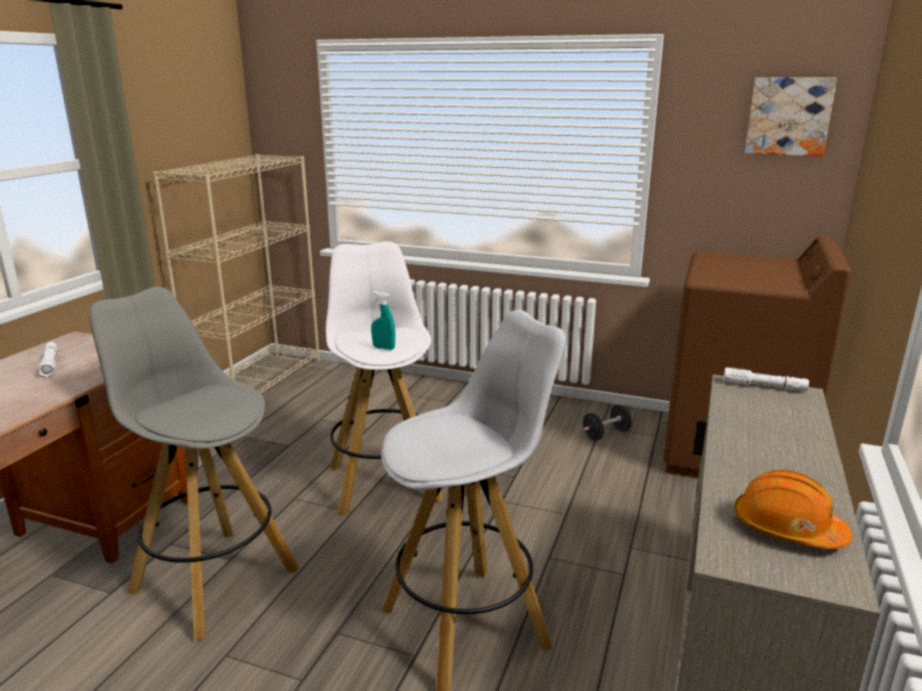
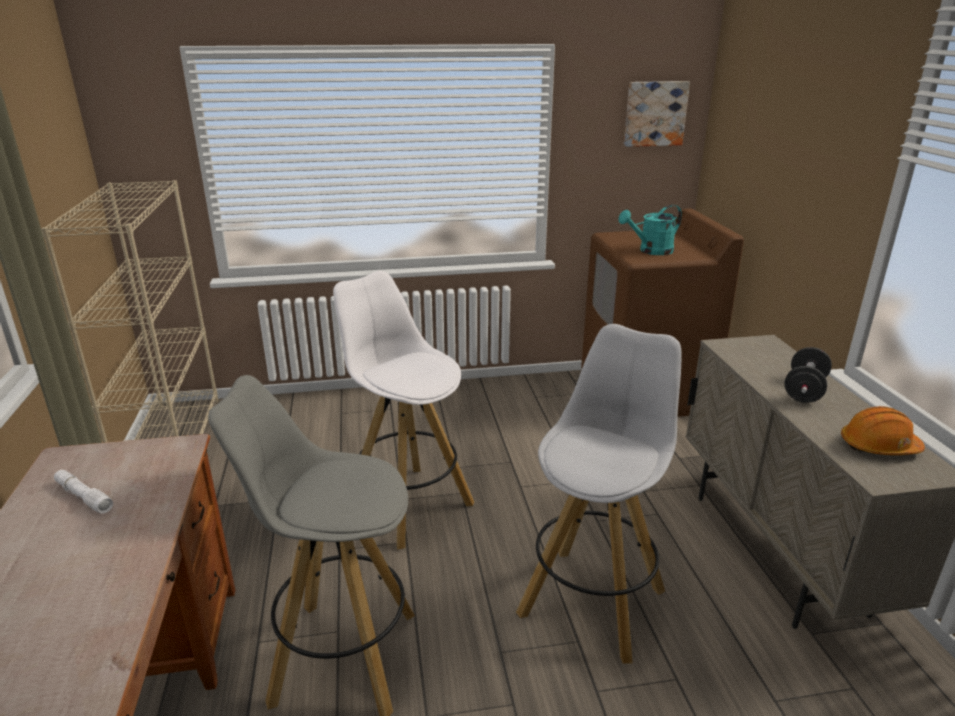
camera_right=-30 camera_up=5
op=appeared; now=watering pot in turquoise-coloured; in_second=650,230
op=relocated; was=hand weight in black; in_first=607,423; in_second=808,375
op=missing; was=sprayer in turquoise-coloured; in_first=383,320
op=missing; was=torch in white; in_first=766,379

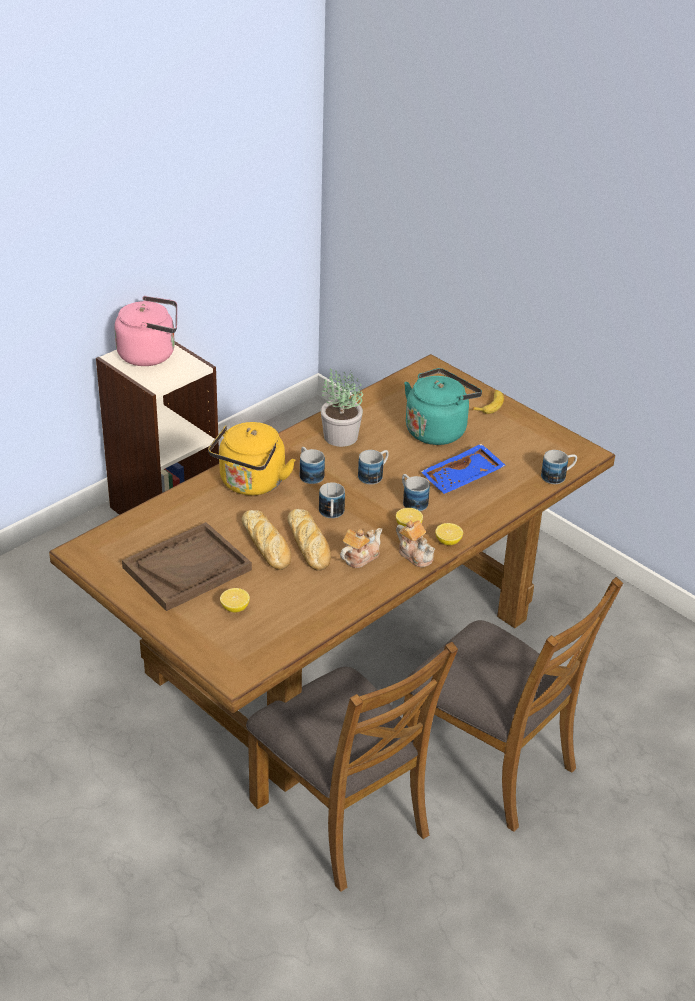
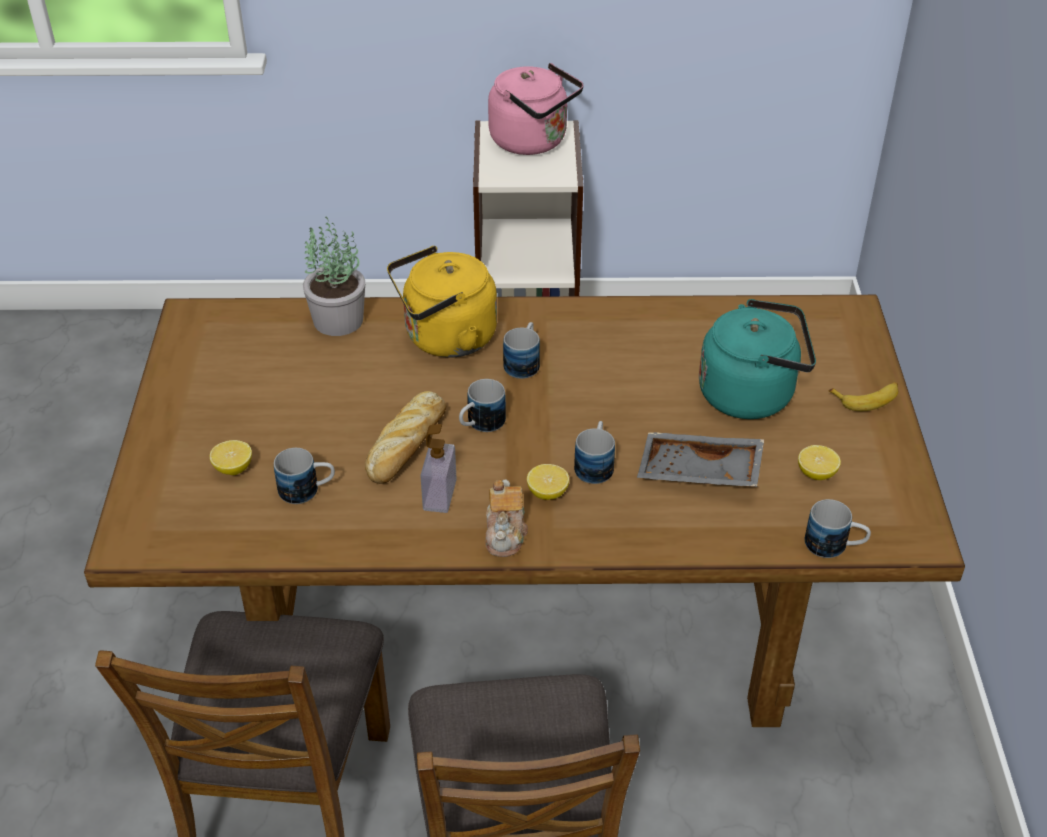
camera_right=45 camera_up=5
op=relocated; was=tea mug; in_first=373,467; in_second=304,476
op=relocated; was=potted plant; in_first=342,407; in_second=334,276
op=exchanged; was=teapot; now=liquid soap bottle; in_first=361,548; in_second=438,468
op=colour; was=carrying tray in blue-coloured; now=carrying tray in grey; in_first=463,469; in_second=700,459
op=relocated; was=whole lemon; in_first=449,534; in_second=819,462
op=missing; was=carrying tray in brown; in_first=187,566
op=missing; was=bread; in_first=266,540

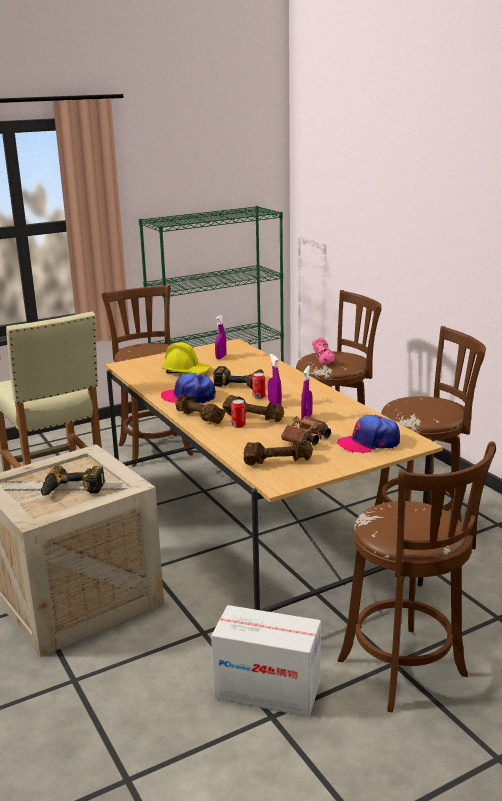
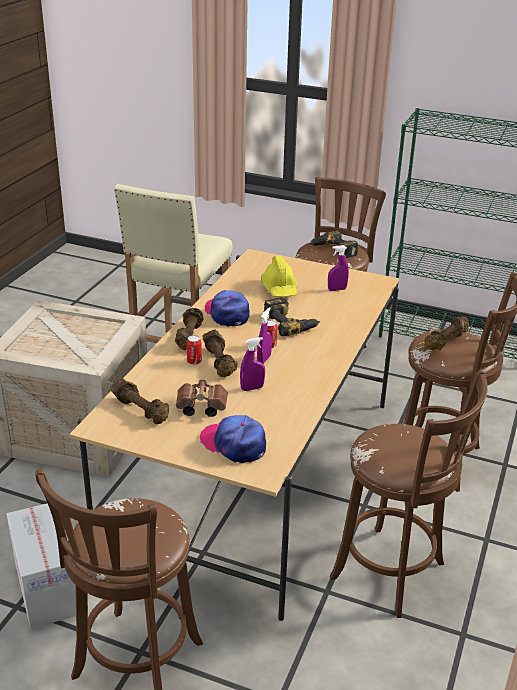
camera_right=50 camera_up=10
op=relocated; was=power drill; in_first=73,480; in_second=333,244
op=colour; was=hand weight in pink-coloured; now=hand weight in brown; in_first=323,351; in_second=446,333

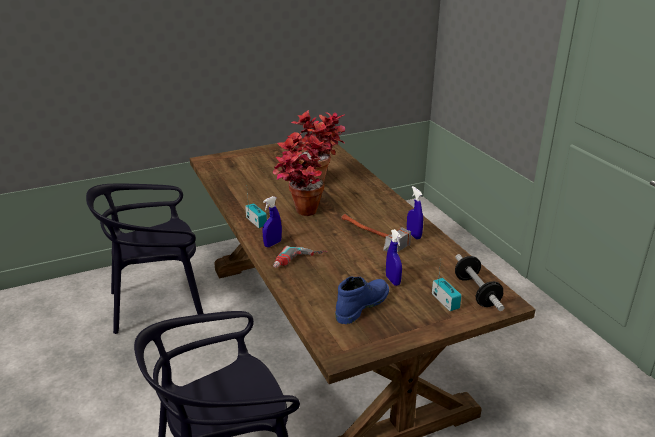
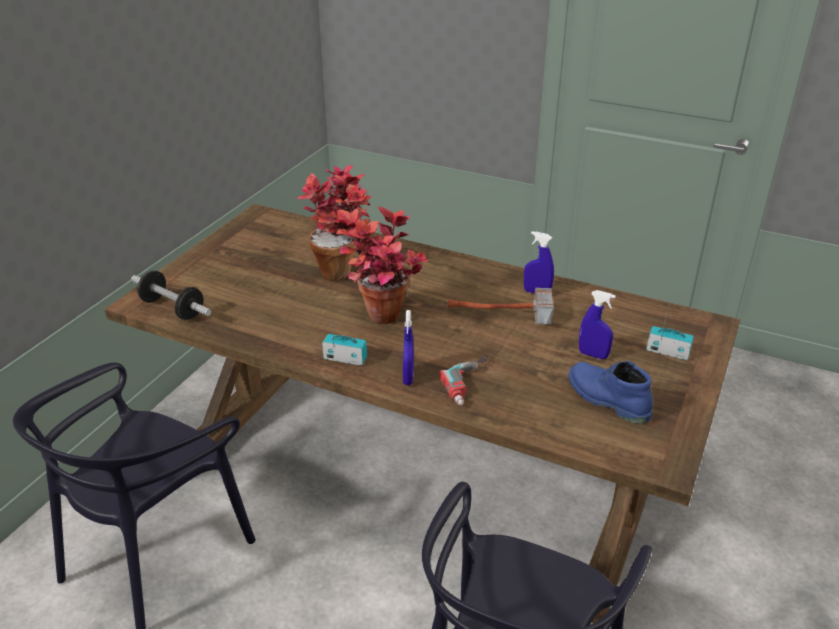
camera_right=-40 camera_up=5
op=relocated; was=hand weight; in_first=479,282; in_second=171,295
op=spun; was=tall boot in blue-coloured; in_first=362,300; in_second=611,392; clockwise=-45

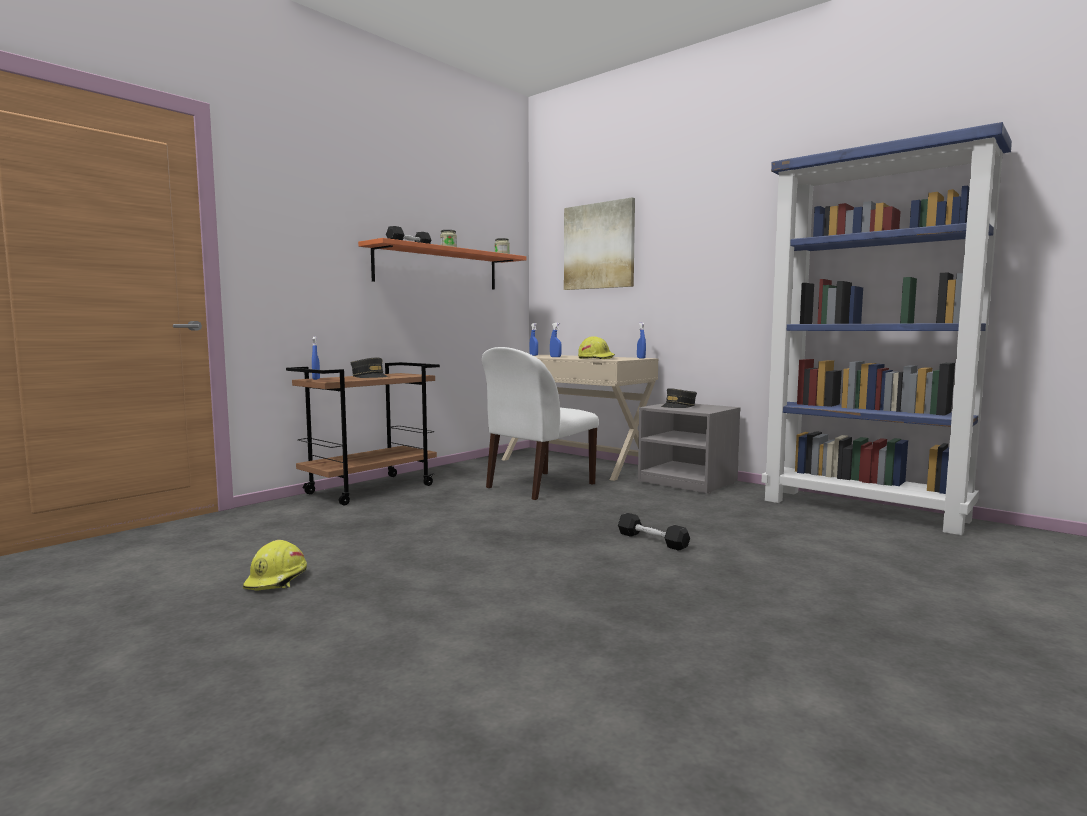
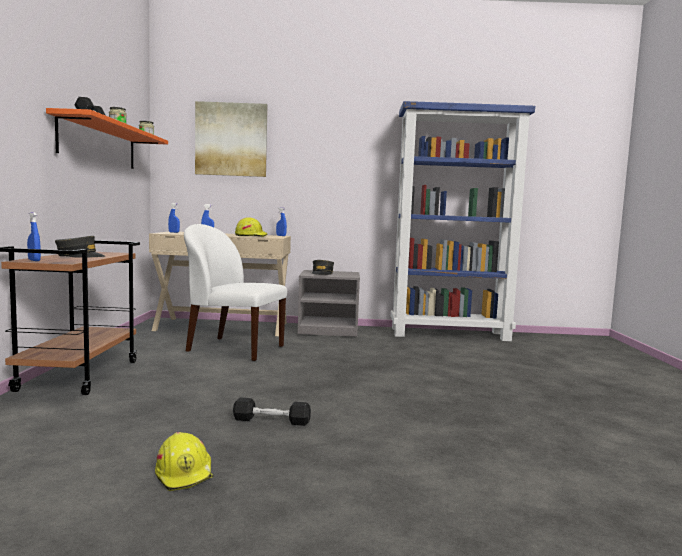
camera_right=-40 camera_up=0
op=spun; was=upright chair in white; in_first=540,423; in_second=235,292; clockwise=105
op=relocated; was=hand weight in black; in_first=654,532; in_second=272,411

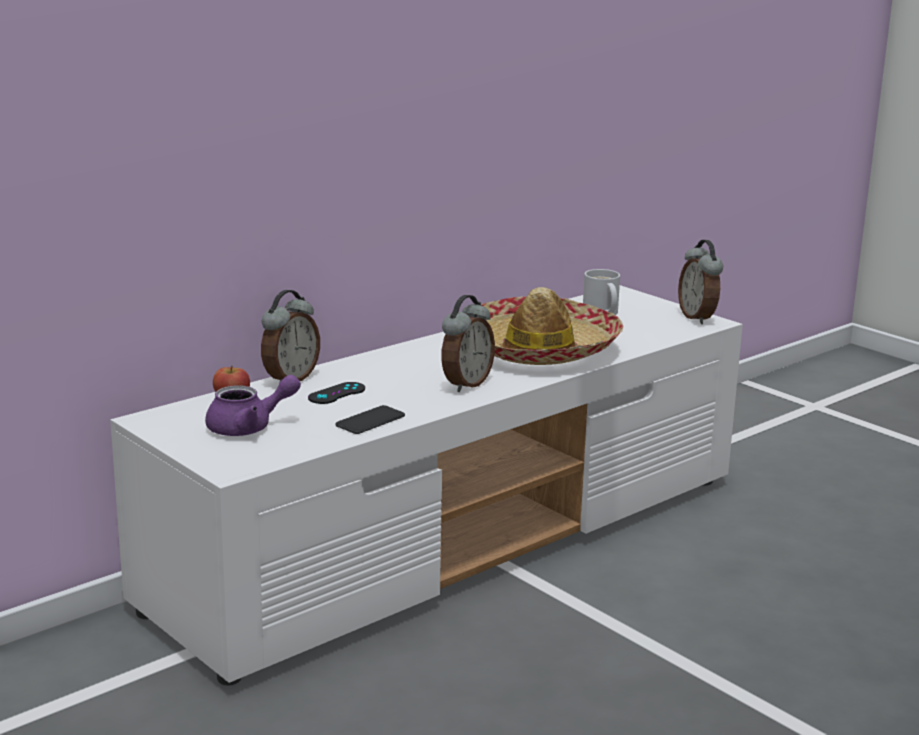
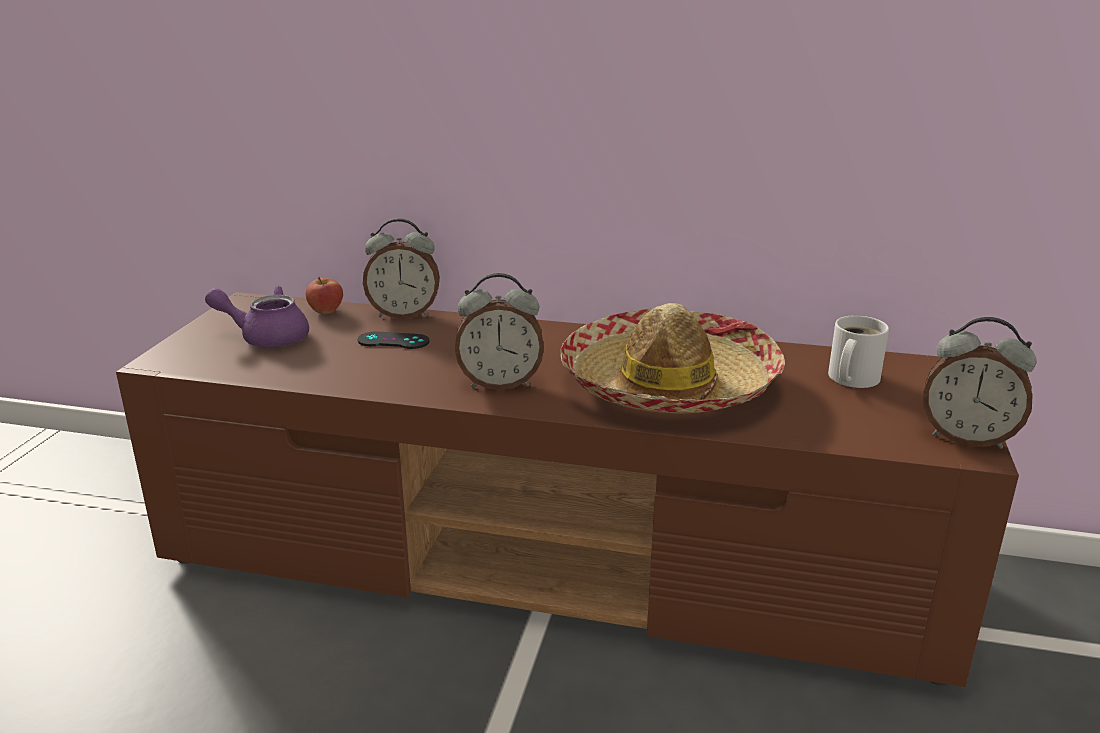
camera_right=55 camera_up=5
op=colour; was=media console in white; now=media console in brown; in_first=426,485; in_second=567,489
op=spun; was=teapot in purple; in_first=253,405; in_second=257,316; clockwise=150
op=spun; was=bedside clock; in_first=700,282; in_second=980,383; clockwise=-105
op=missing; was=phone; in_first=370,419

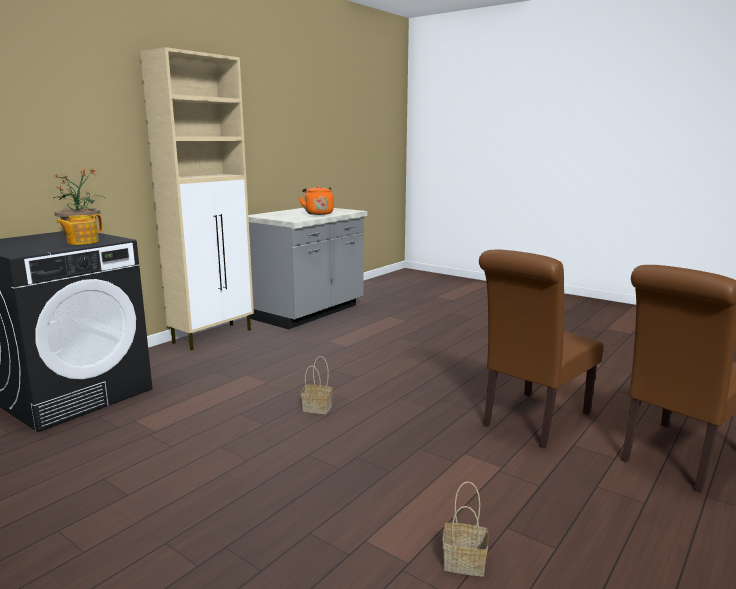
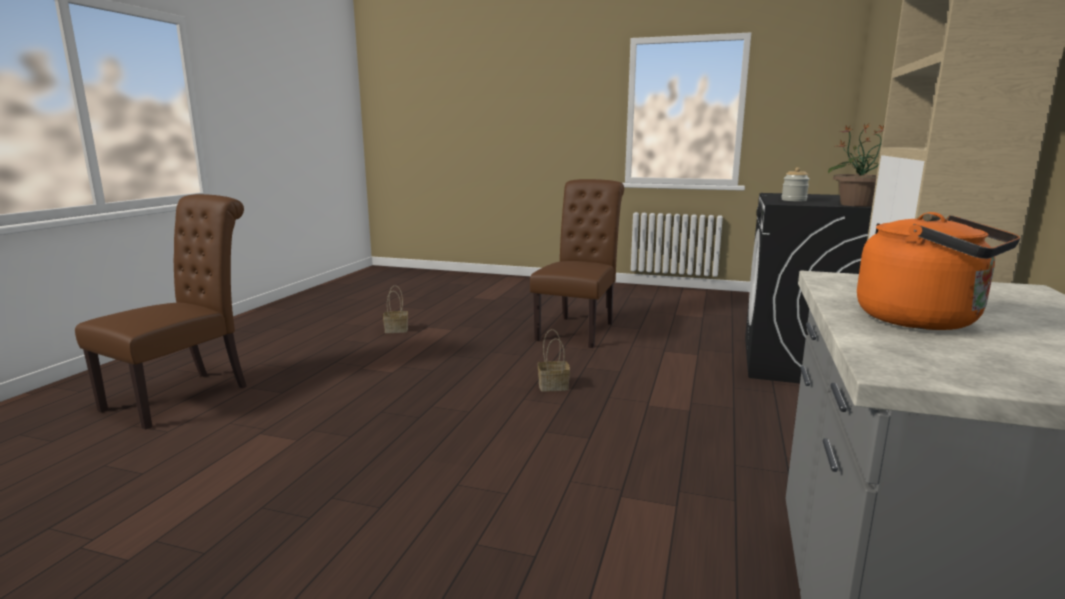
camera_right=160 camera_up=0
op=relocated; was=upright chair in brown; in_first=541,349; in_second=577,263
op=exchanged; was=teapot; now=preserve jar; in_first=79,229; in_second=795,184

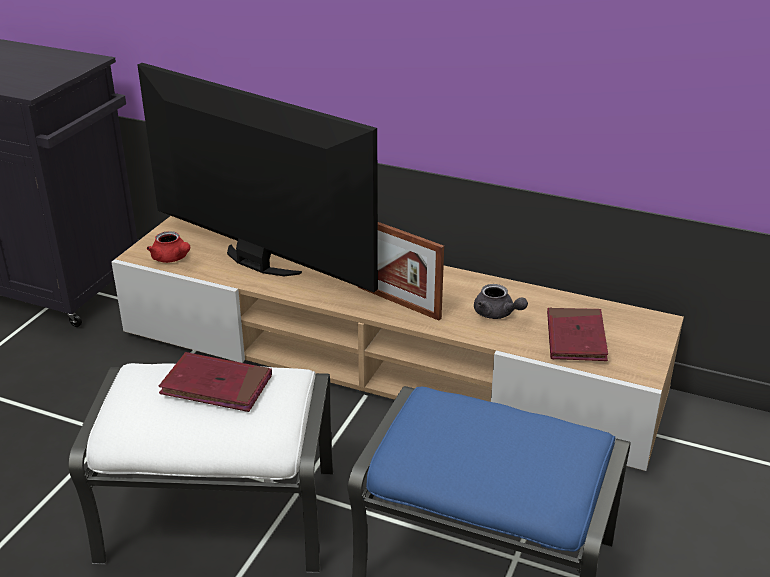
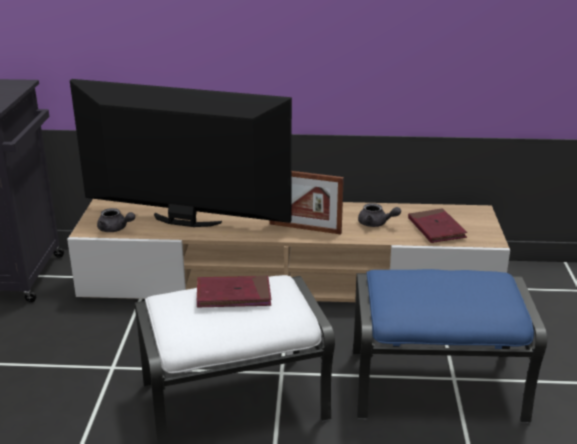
camera_right=-20 camera_up=-5
op=colour; was=teapot in reddish; now=teapot in grey; in_first=168,247; in_second=116,220

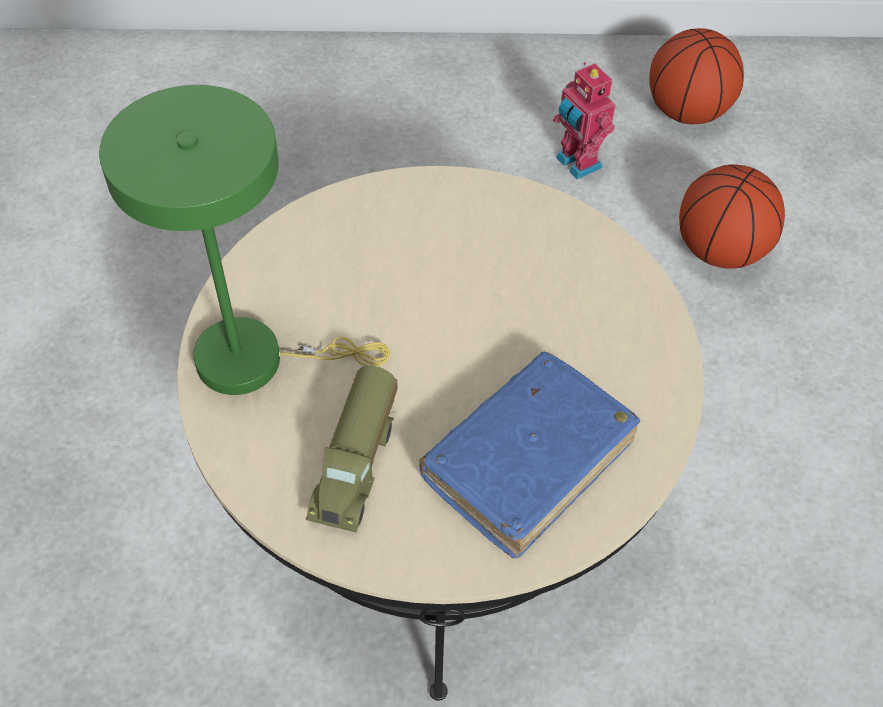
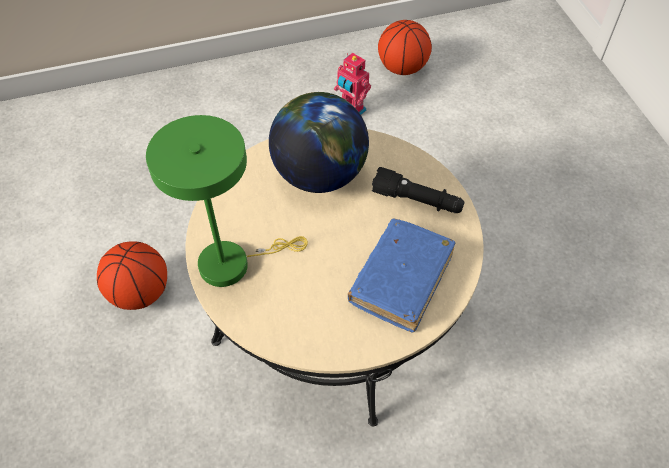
camera_right=-15 camera_up=0
op=relocated; was=basketball ball; in_first=732,217; in_second=132,275
op=appeared; now=globe; in_second=319,142
op=appeared; now=torch in black; in_second=418,190
op=missing; was=toy lorry; in_first=352,449

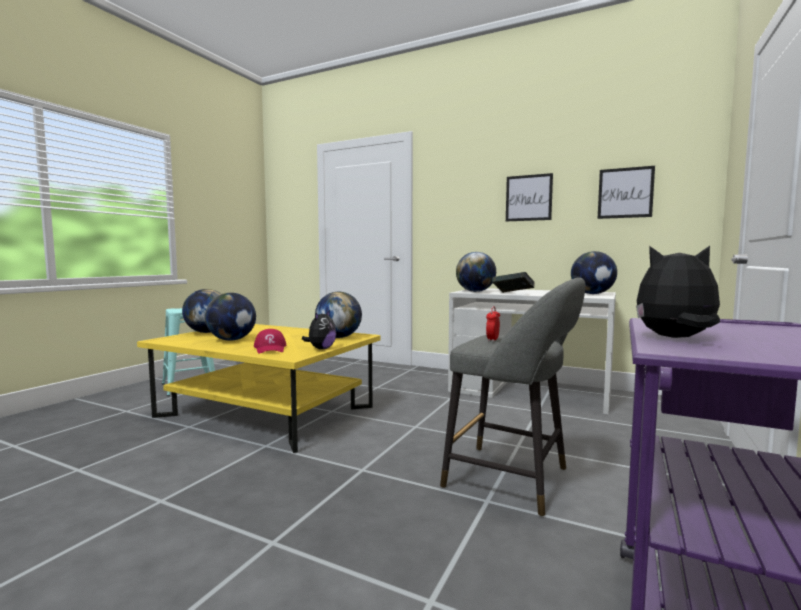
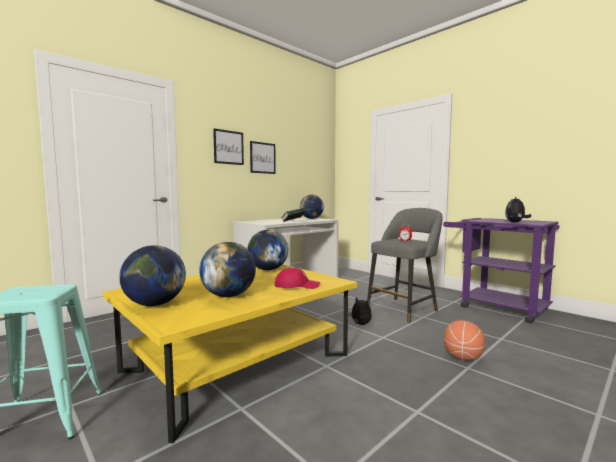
camera_right=-70 camera_up=0
op=relocated; was=wall art; in_first=626,192; in_second=228,147
op=relocated; was=plush toy; in_first=319,329; in_second=360,311
op=appeared; now=basketball ball; in_second=464,340
op=missing; was=globe; in_first=476,272

